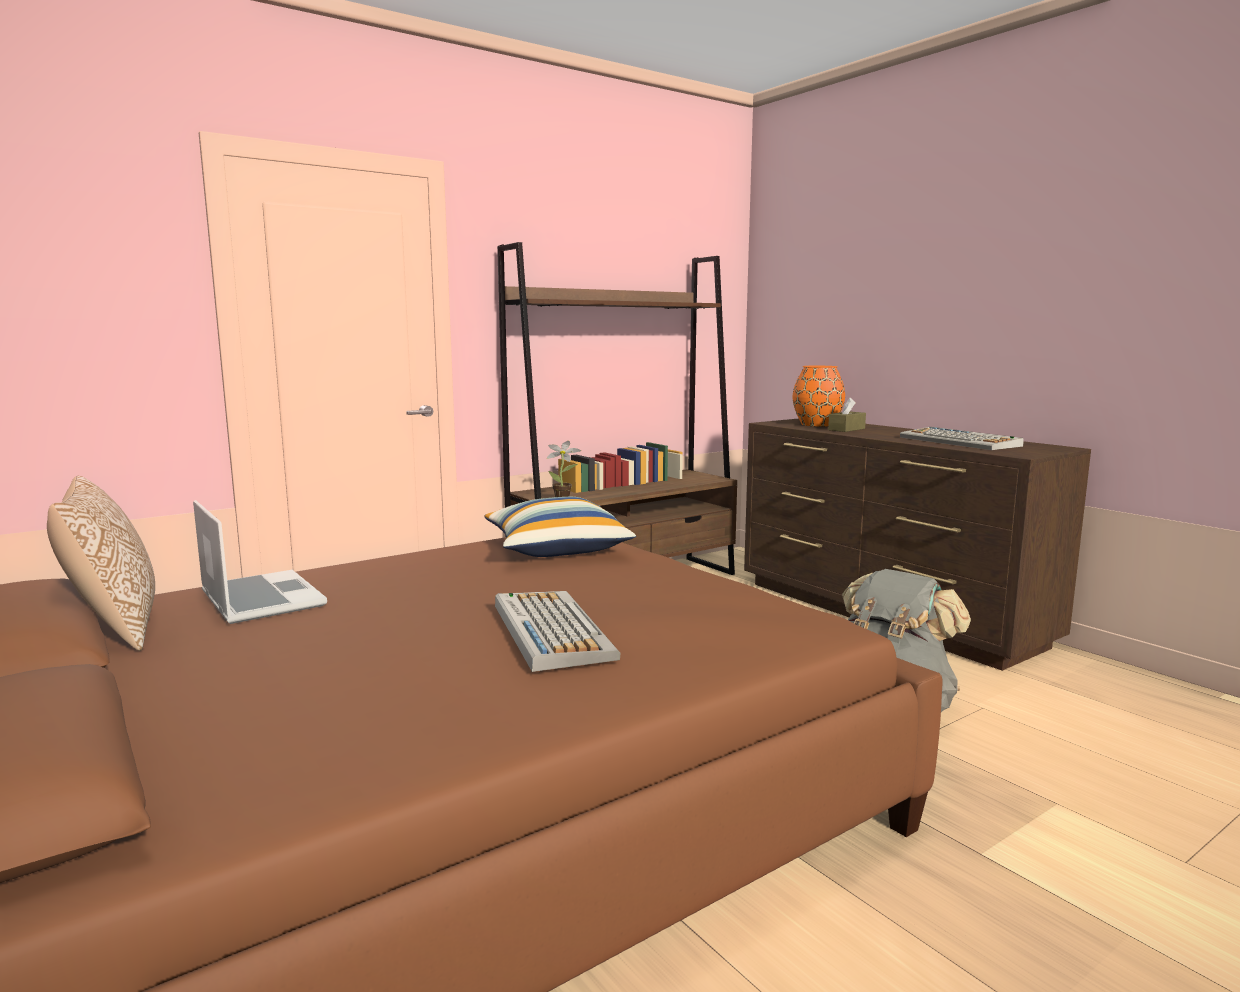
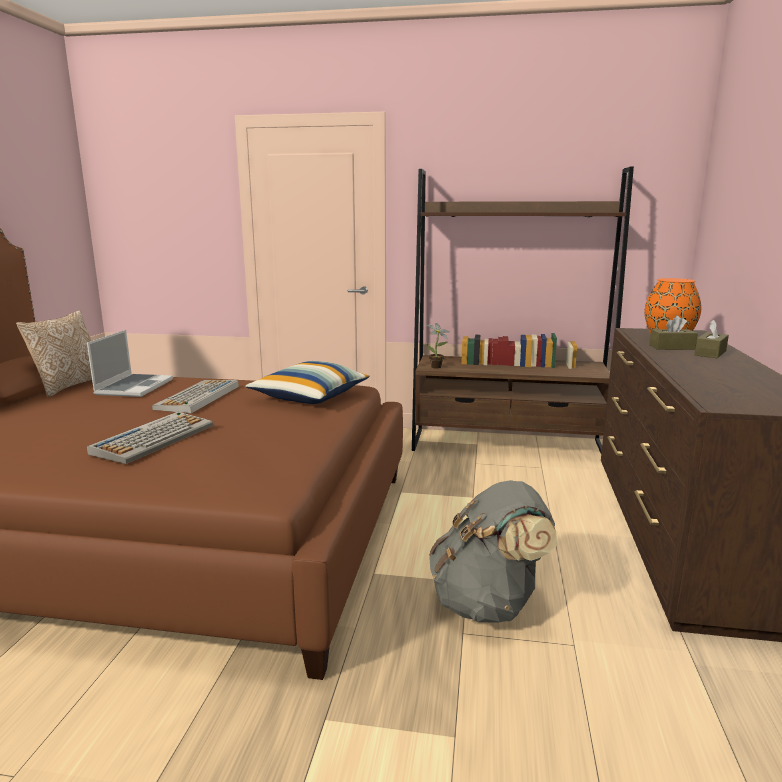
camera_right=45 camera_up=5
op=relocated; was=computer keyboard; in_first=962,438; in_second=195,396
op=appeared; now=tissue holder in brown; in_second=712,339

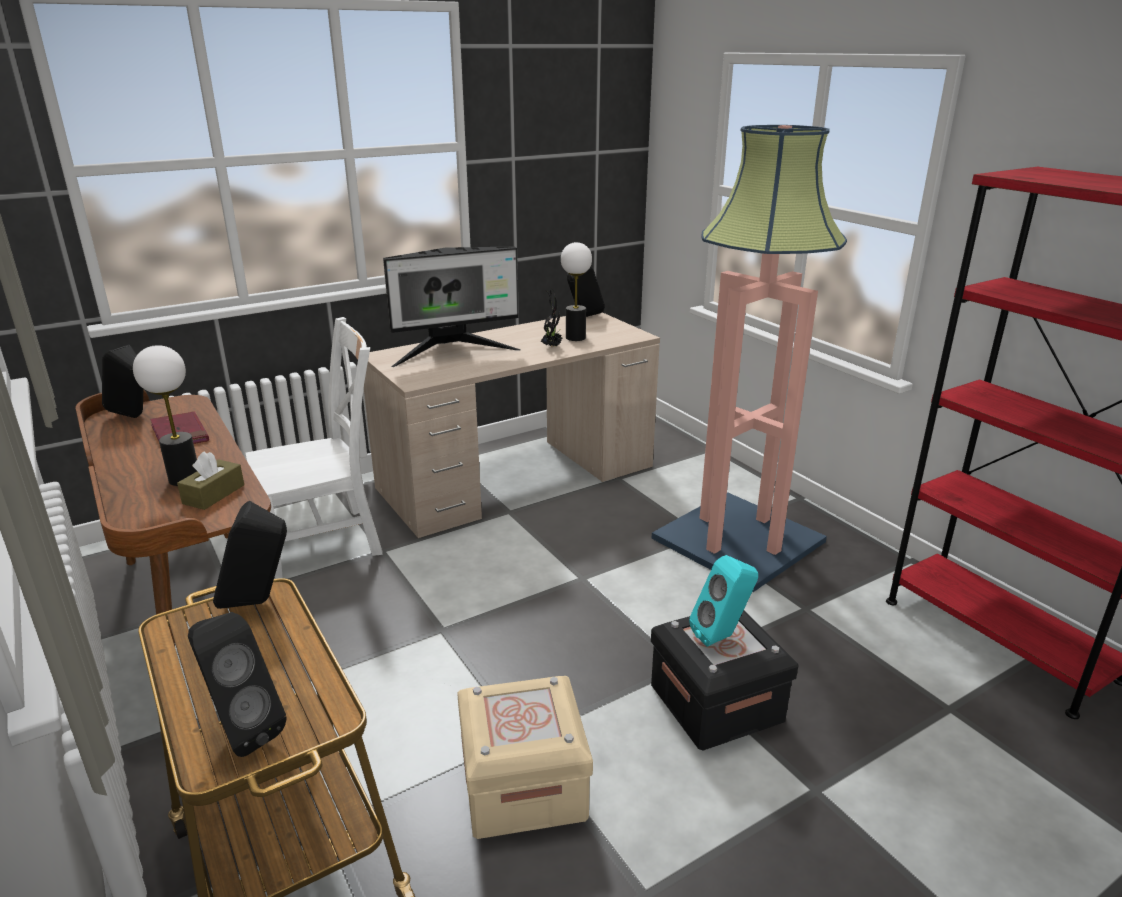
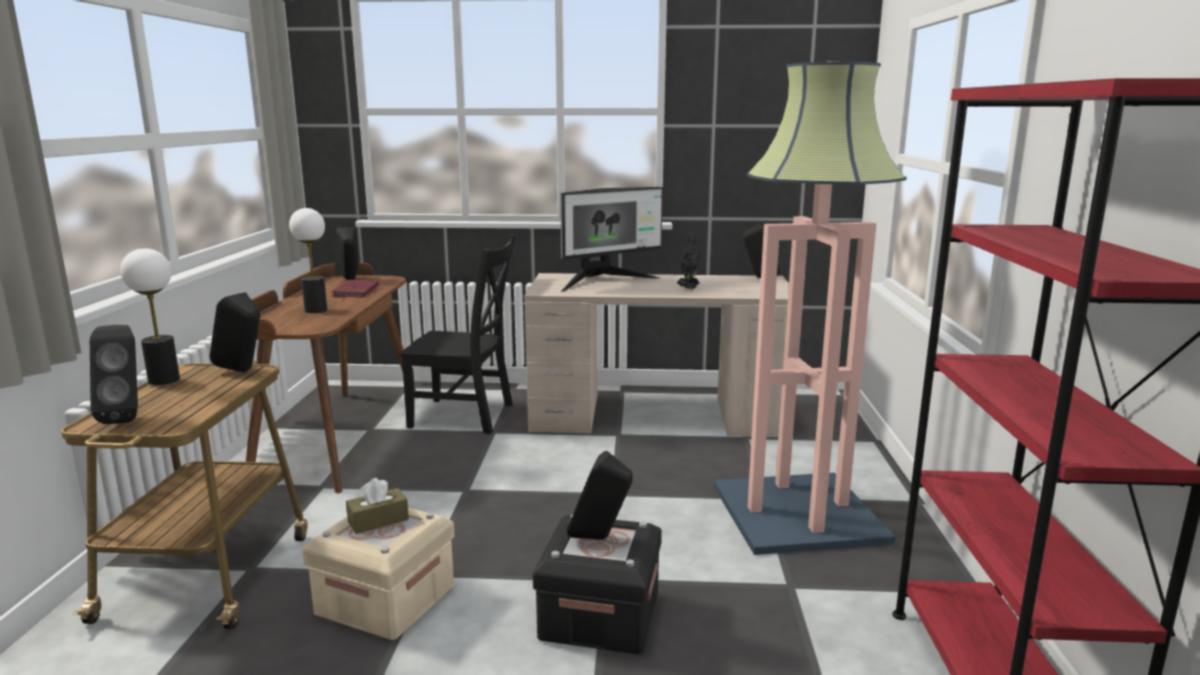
camera_right=35 camera_up=-10
op=relocated; was=lamp for a table; in_first=576,291; in_second=150,316
op=relocated; was=tissue holder in brown; in_first=210,480; in_second=377,506
op=colour; was=upright chair in white; now=upright chair in black; in_first=314,448; in_second=458,334
op=spun; was=computer screen; in_first=452,307; in_second=611,239; clockwise=-45
op=colour; was=speaker in turquoise-coloured; now=speaker in black; in_first=723,601; in_second=600,495

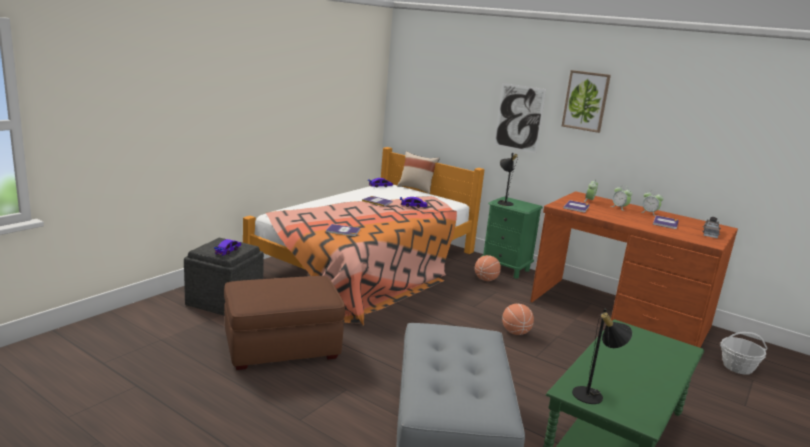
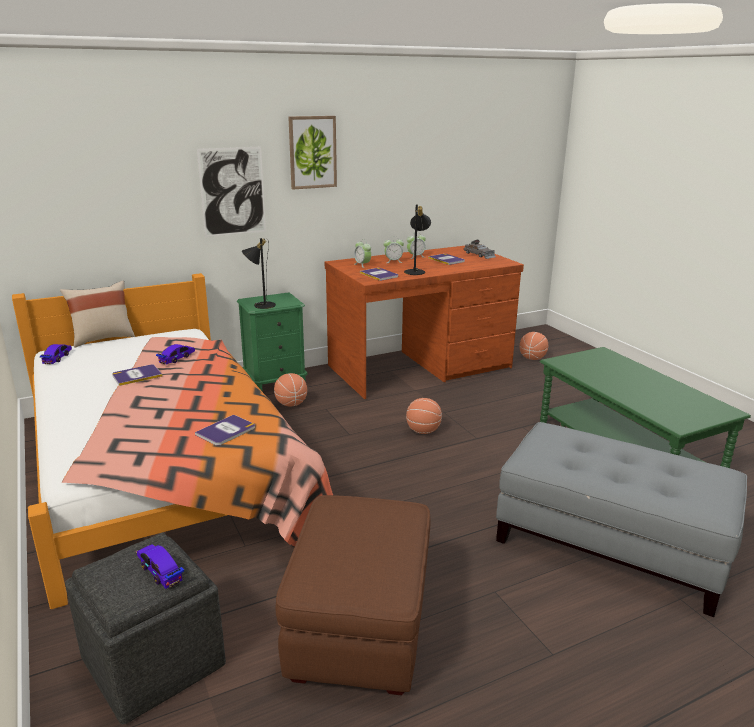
camera_right=-60 camera_up=5
op=relocated; was=lamp for a table in black; in_first=602,356; in_second=417,240
op=exchanged; was=storage basket; now=basketball ball; in_first=743,353; in_second=533,346

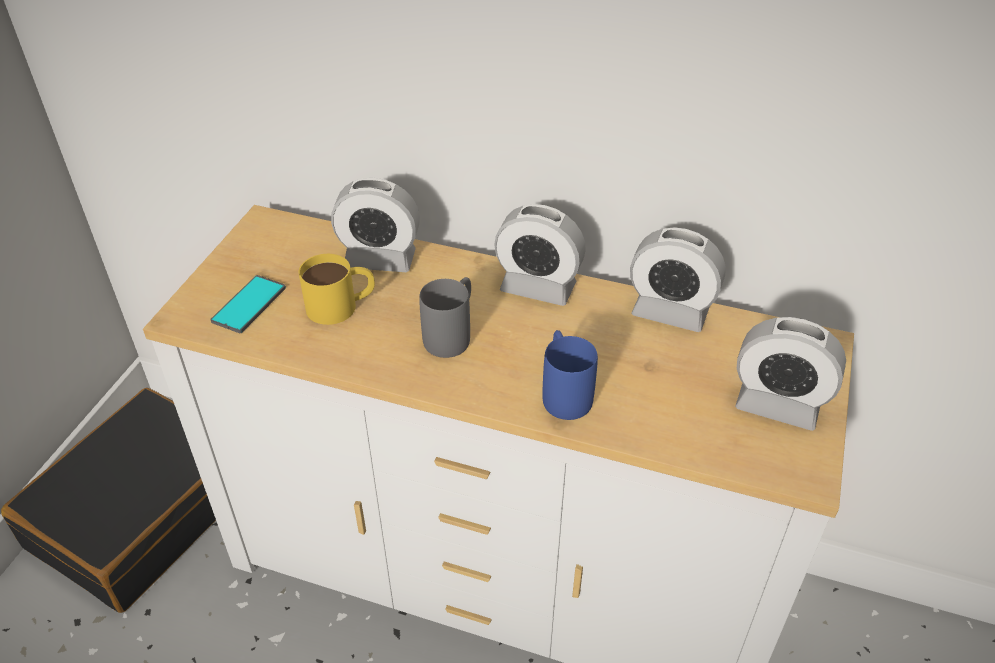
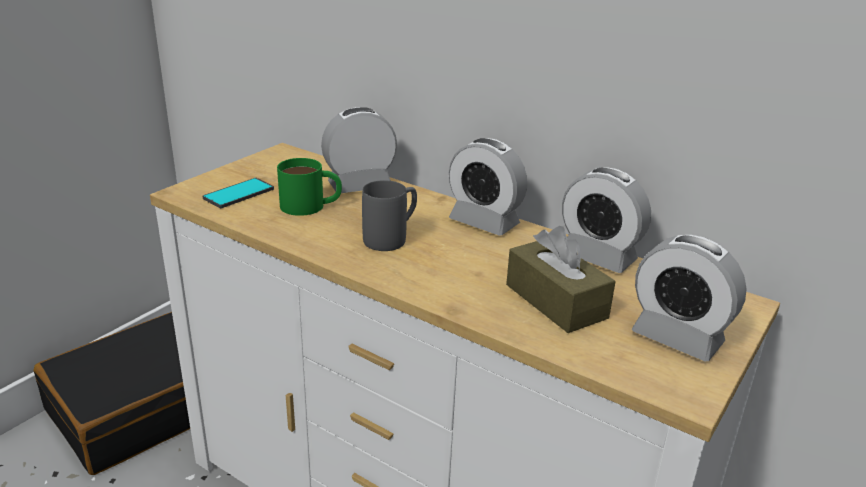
camera_right=15 camera_up=-15
op=colour; was=tea mug in yellow; now=tea mug in green-coloured; in_first=337,289; in_second=309,187
op=spun; was=bedside clock; in_first=375,225; in_second=359,150; clockwise=135
op=appeared; now=tissue holder in brown; in_second=561,279
op=missing; was=tea mug in blue-coloured; in_first=570,375

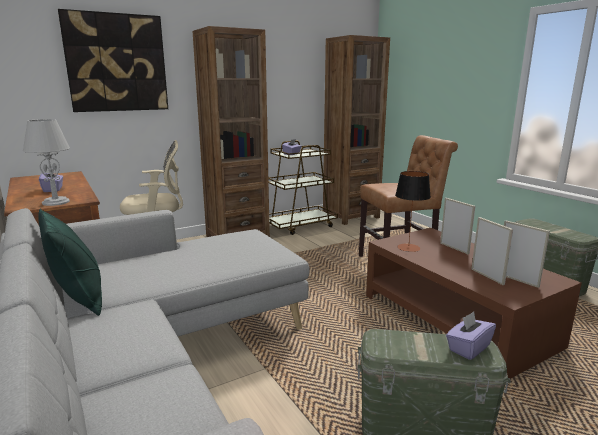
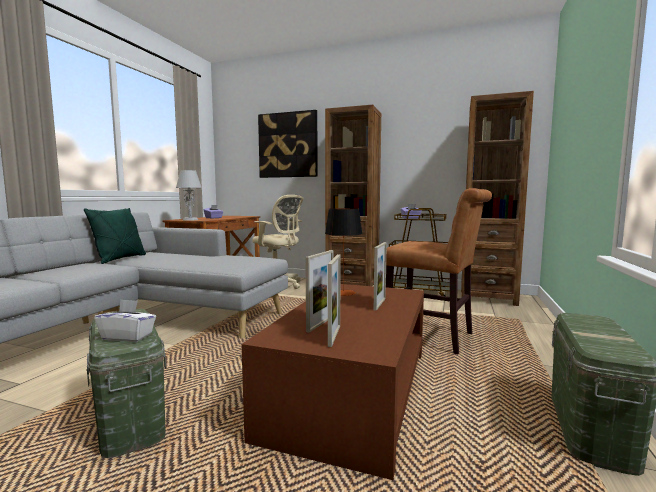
camera_right=50 camera_up=-10
op=colour; was=tissue holder in purple; now=tissue holder in white; in_first=471,336; in_second=125,320

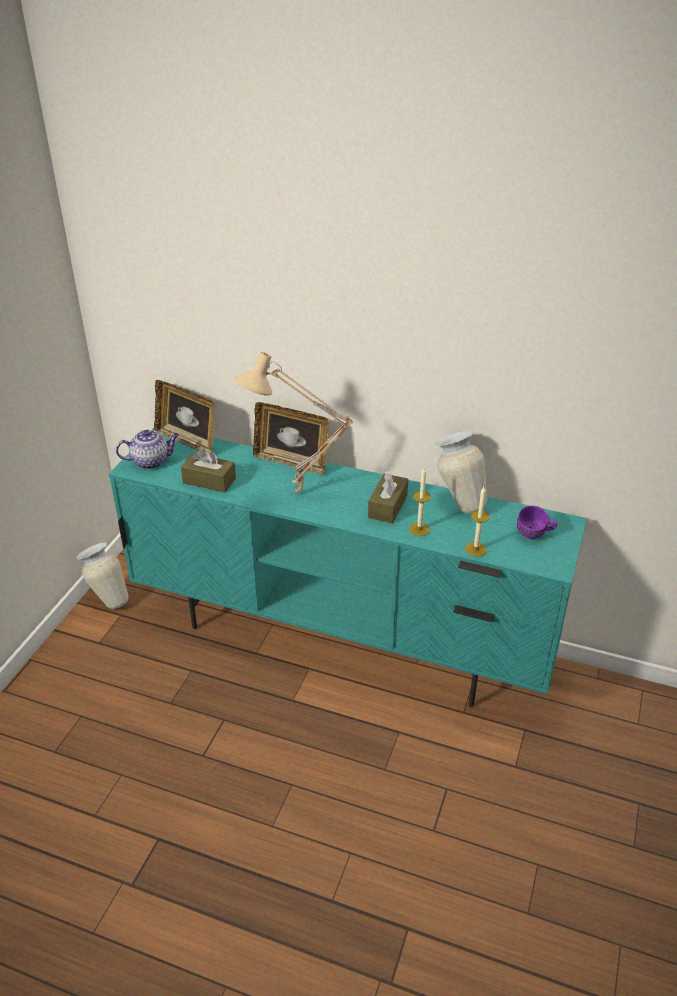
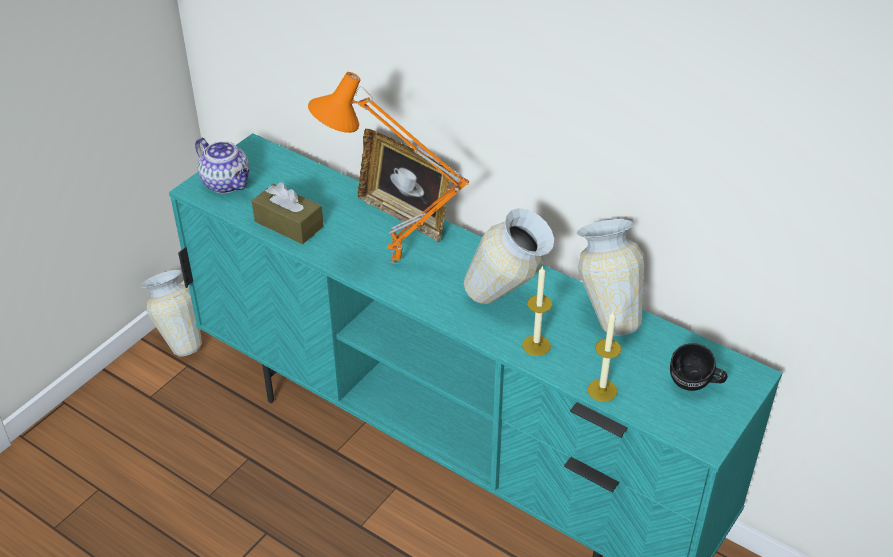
camera_right=15 camera_up=5
op=spun; was=teapot; in_first=147,449; in_second=222,165; clockwise=45
op=colour; was=lamp for a table in beige-coloured; now=lamp for a table in orange-coloured; in_first=293,423; in_second=388,168
op=exchanged; was=tissue holder in brown; now=vase; in_first=388,497; in_second=509,256
op=colour; was=tea mug in purple; now=tea mug in black; in_first=537,522; in_second=698,367
op=missing; was=picture frame; in_first=184,417

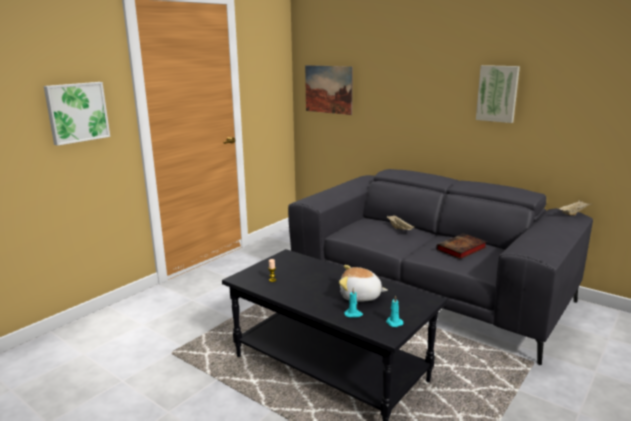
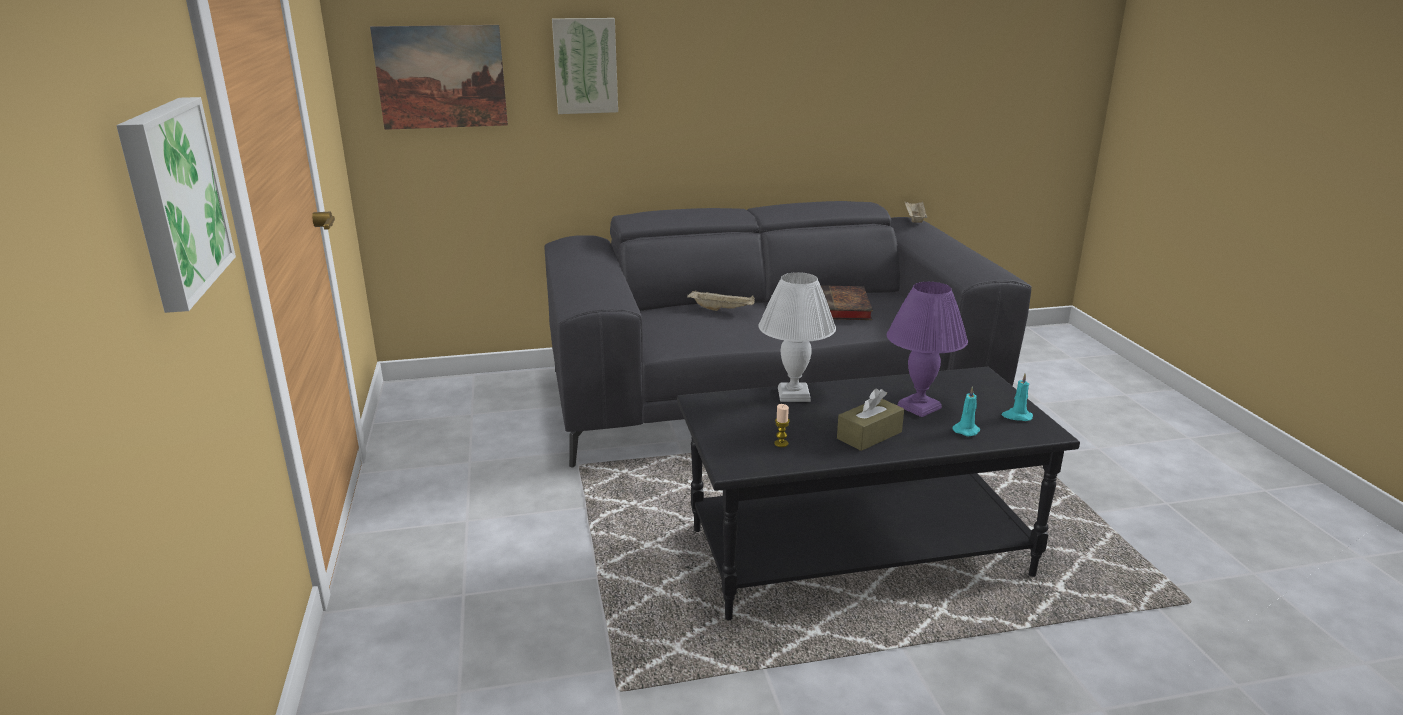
camera_right=-50 camera_up=5
op=relocated; was=wall art; in_first=498,94; in_second=585,66
op=appeared; now=lamp for a table in white; in_second=797,337
op=appeared; now=tissue holder in brown; in_second=870,420
op=exchanged; was=plush toy; now=lamp for a table in purple; in_first=363,283; in_second=927,349

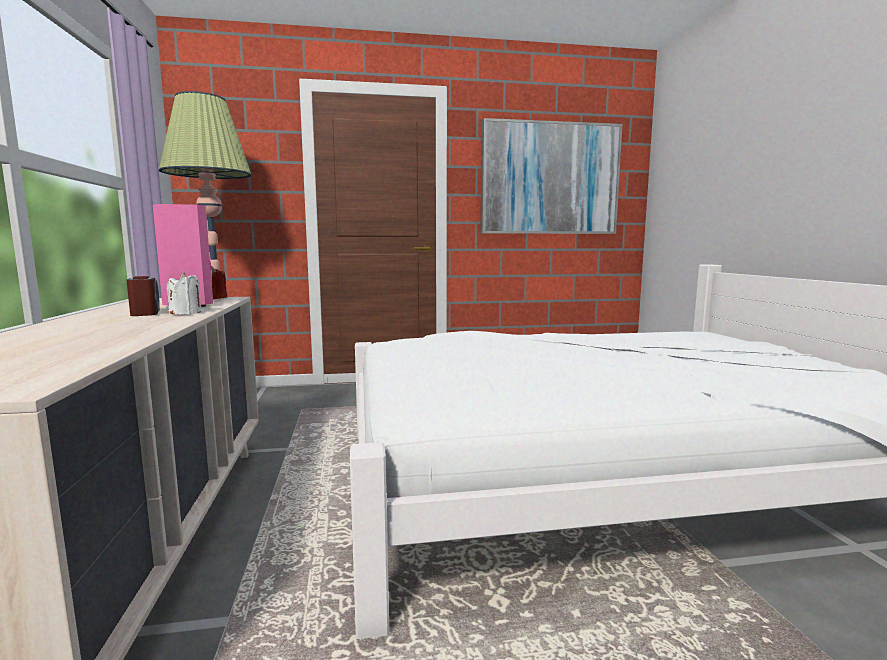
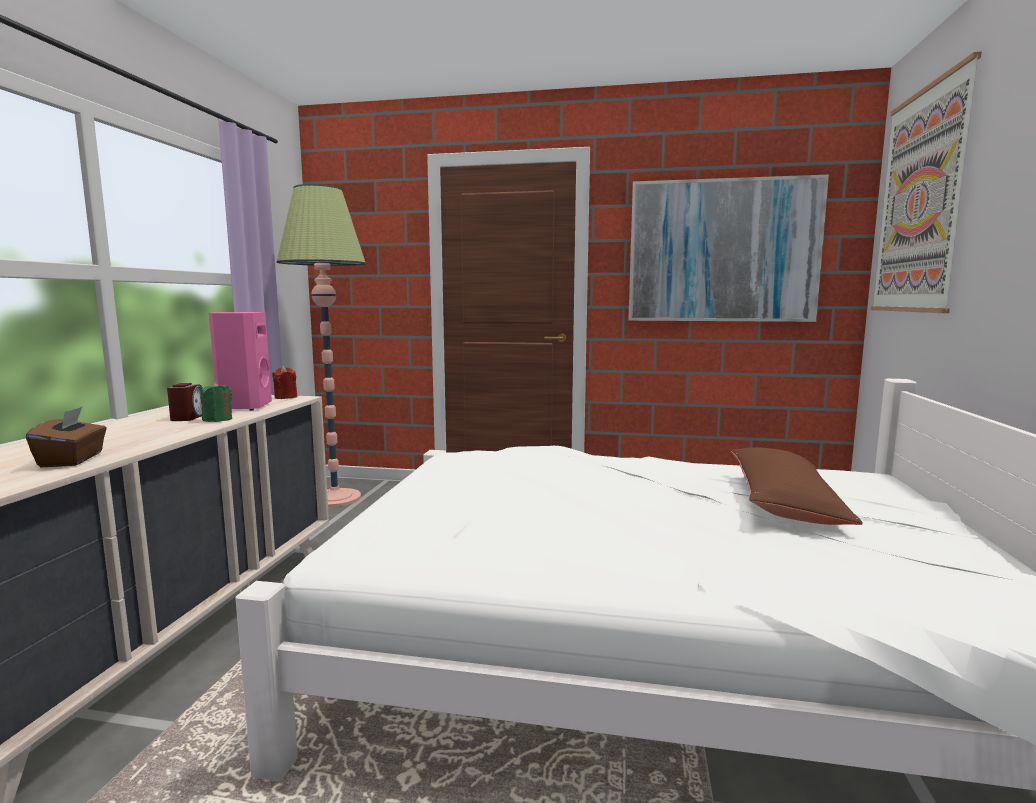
camera_right=20 camera_up=0
op=appeared; now=tissue holder in brown; in_second=66,437
op=colour; was=wax candle in white; now=wax candle in green-coloured; in_first=184,293; in_second=216,401
op=appeared; now=cushion in brown; in_second=797,486
op=appeared; now=wall art; in_second=926,182

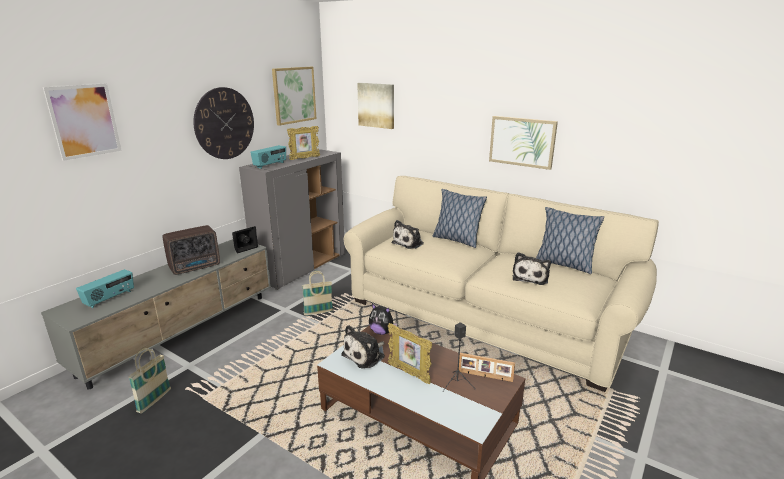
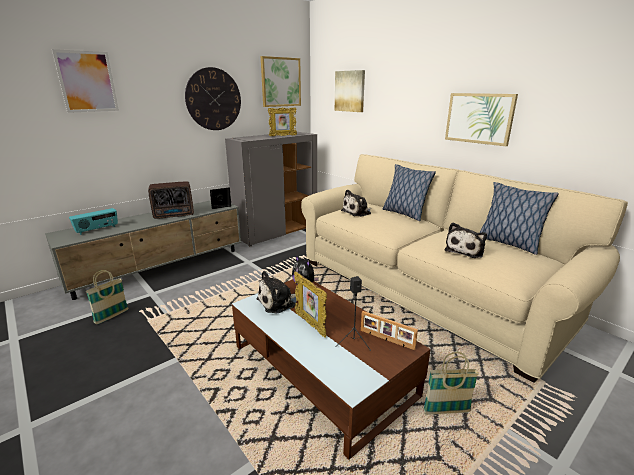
camera_right=15 camera_up=0
op=relocated; was=storage basket; in_first=317,293; in_second=451,383
op=missing; was=radio receiver; in_first=268,157

